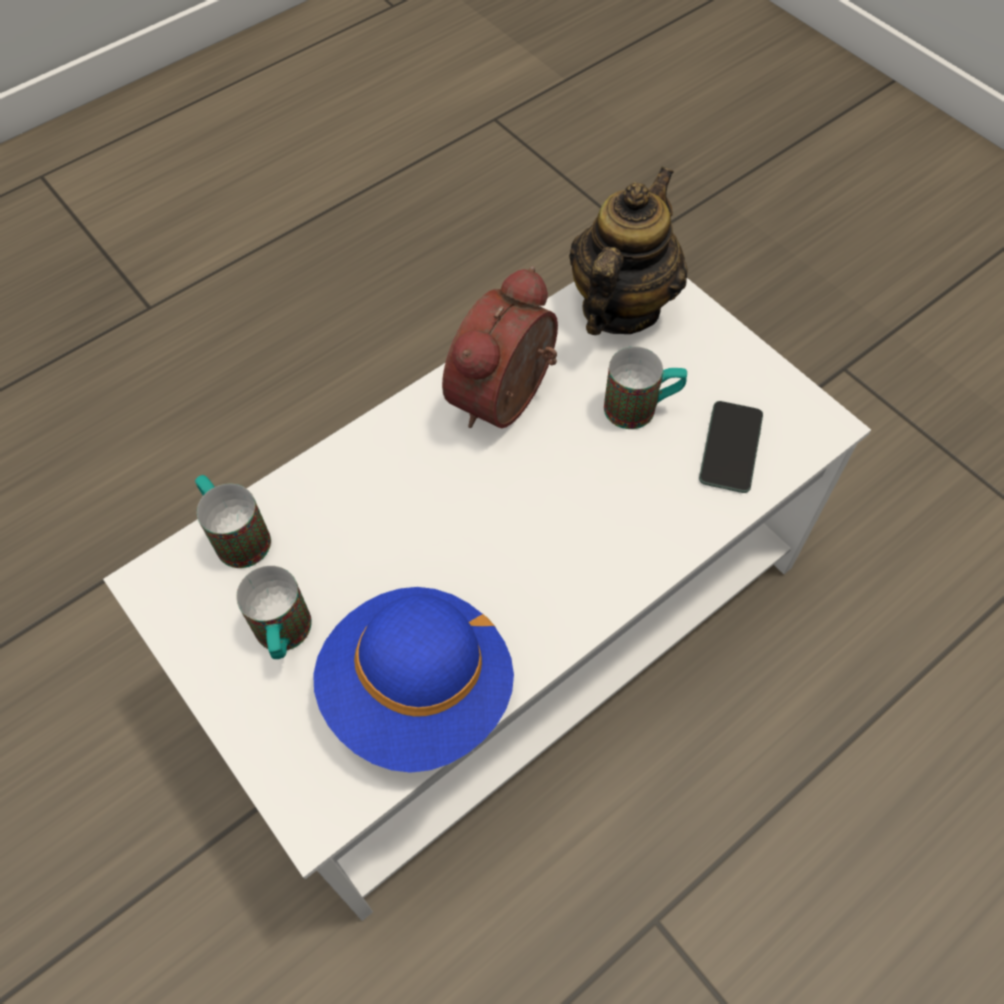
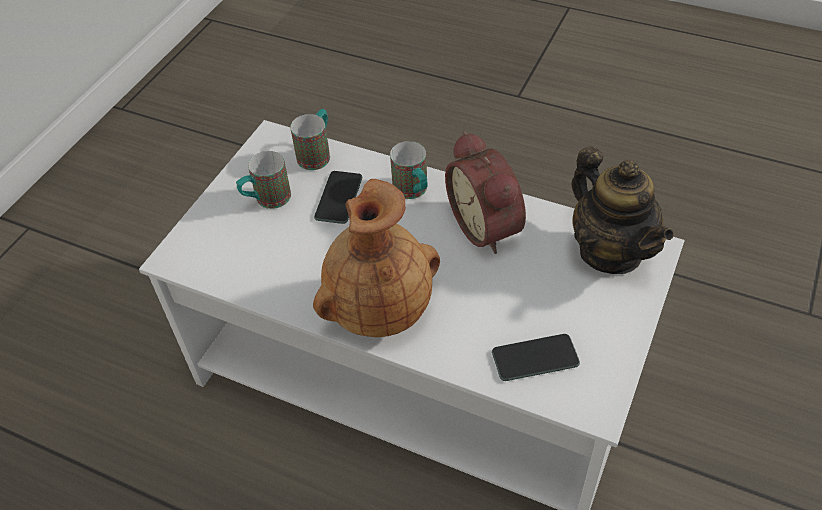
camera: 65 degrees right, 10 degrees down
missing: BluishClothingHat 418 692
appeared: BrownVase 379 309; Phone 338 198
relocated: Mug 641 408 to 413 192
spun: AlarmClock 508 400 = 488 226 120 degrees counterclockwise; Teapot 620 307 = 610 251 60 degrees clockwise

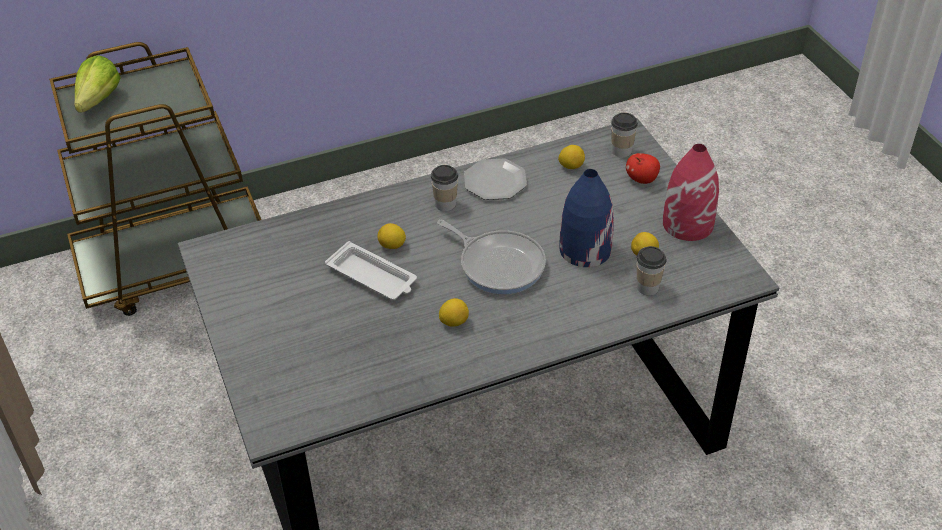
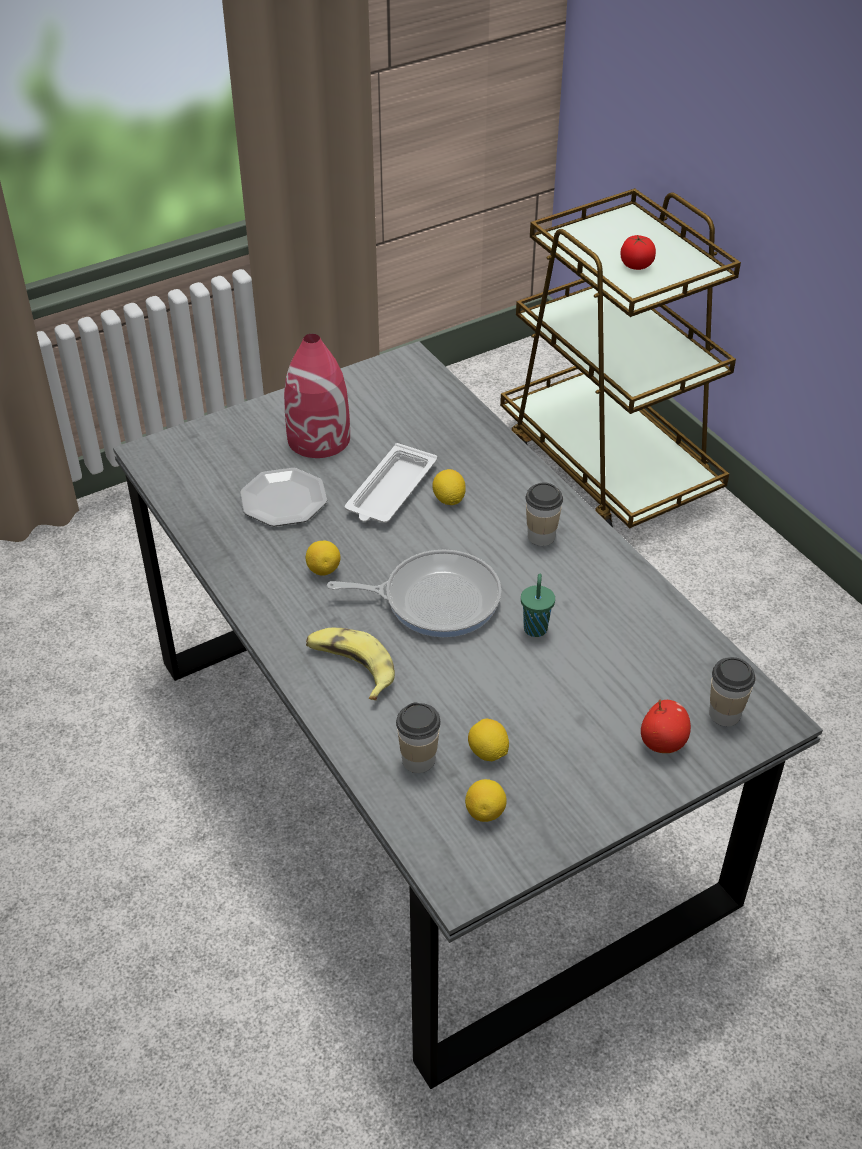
camera: 80 degrees right, 0 degrees up
missing: HeadOfLettuce 95 104; BluishVase 584 250
appeared: Banana 351 667; GreenColouredDrinkingCup 535 627; FreshTomato 636 265
relocated: Plate 495 181 to 284 500; RedVase 688 224 to 319 439; WholeLemon 571 166 to 485 812
spun: Pan 498 264 = 435 599 120 degrees counterclockwise

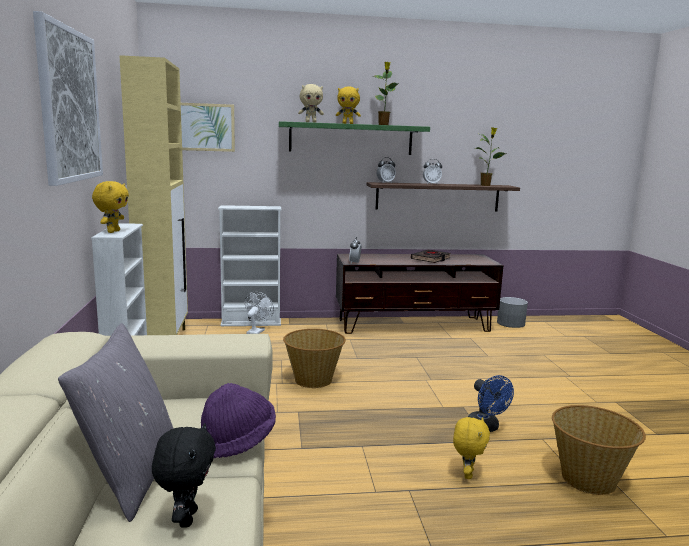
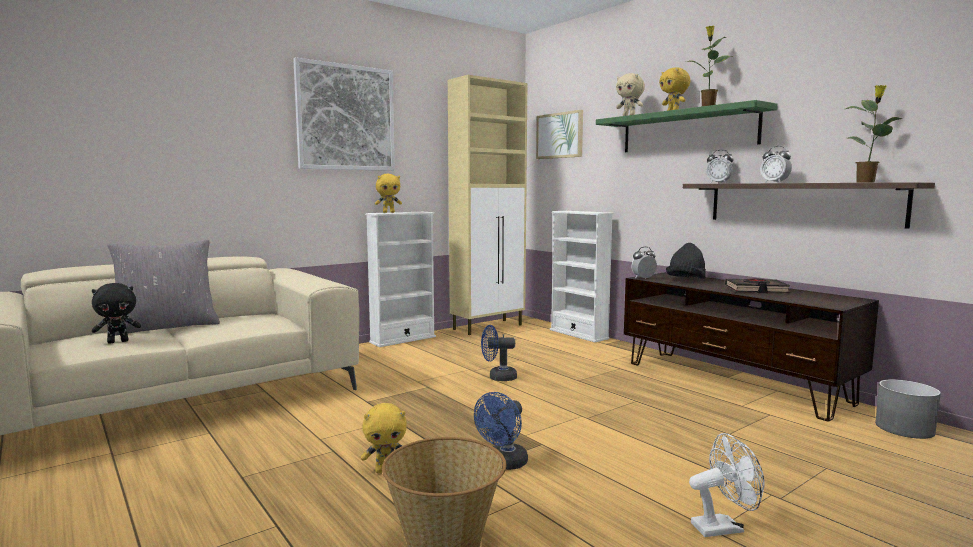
camera: 60 degrees right, 5 degrees down
missing: PurplishClothingHat 237 441
appeared: BlackishClothingHat 686 280
relocated: WhiteElectricFan 257 331 to 723 527
exchanged: StorageBasket 313 379 to BluishElectricFan 498 377

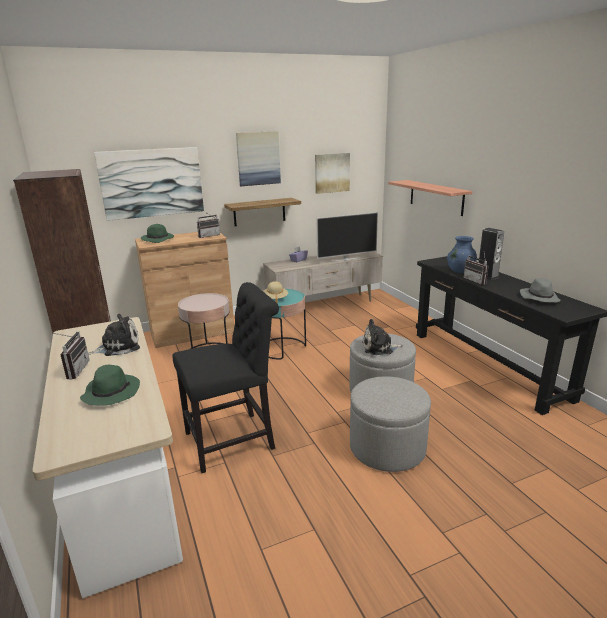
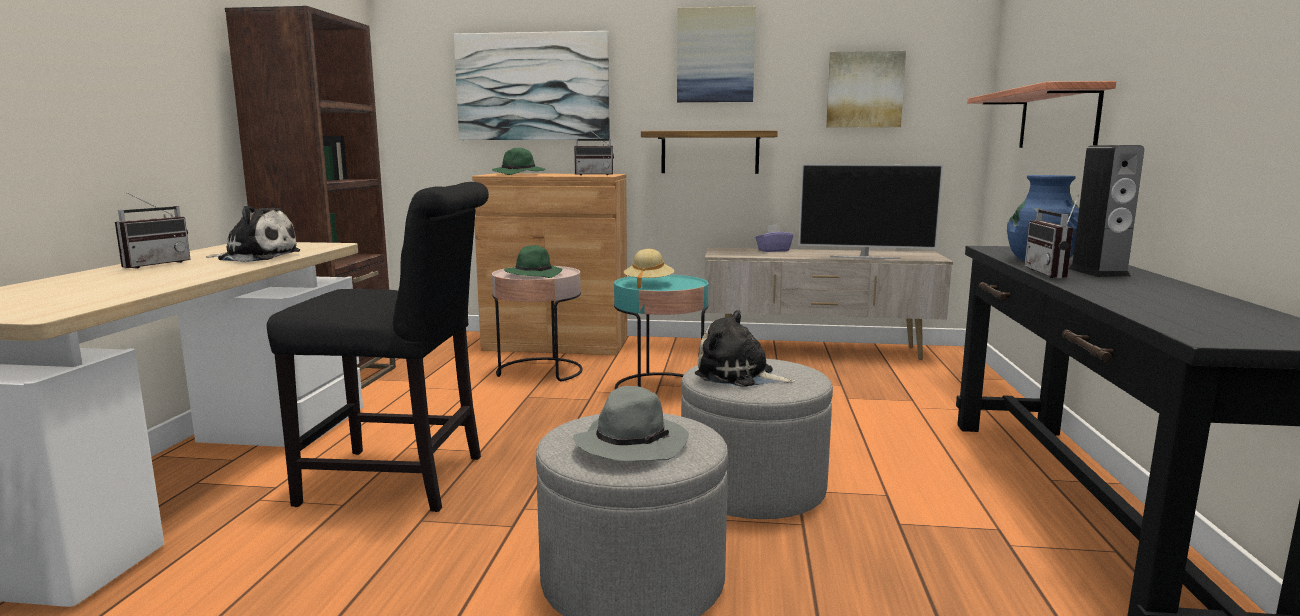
camera: 30 degrees right, 10 degrees down
relocated: GreenColouredClothingHat 111 392 to 534 274; GrayClothingHat 539 298 to 631 444

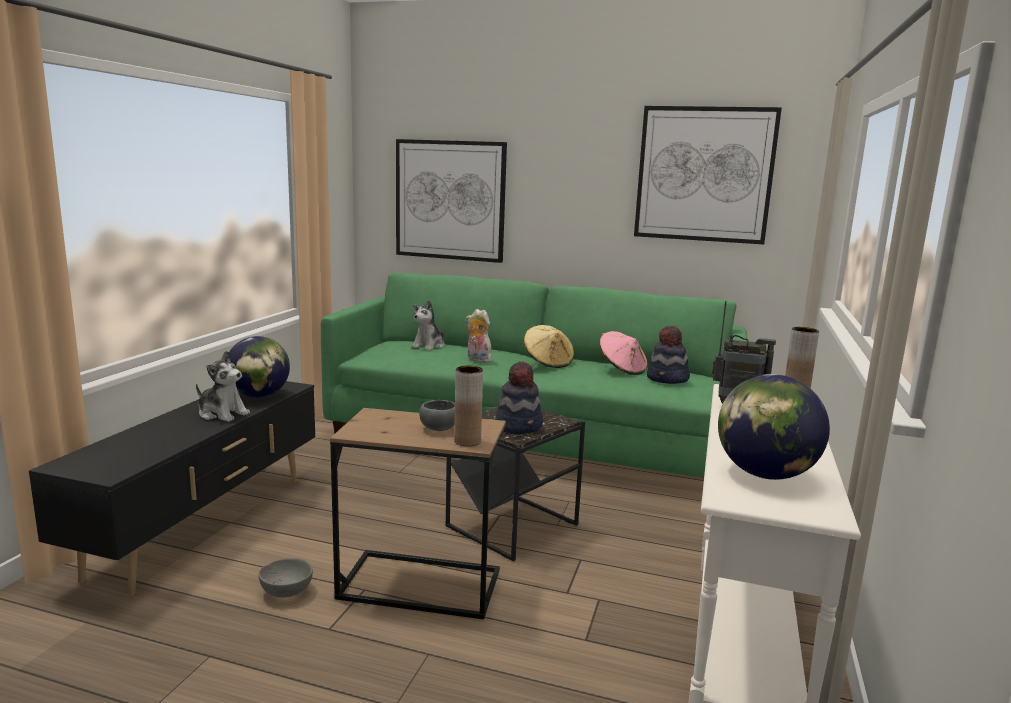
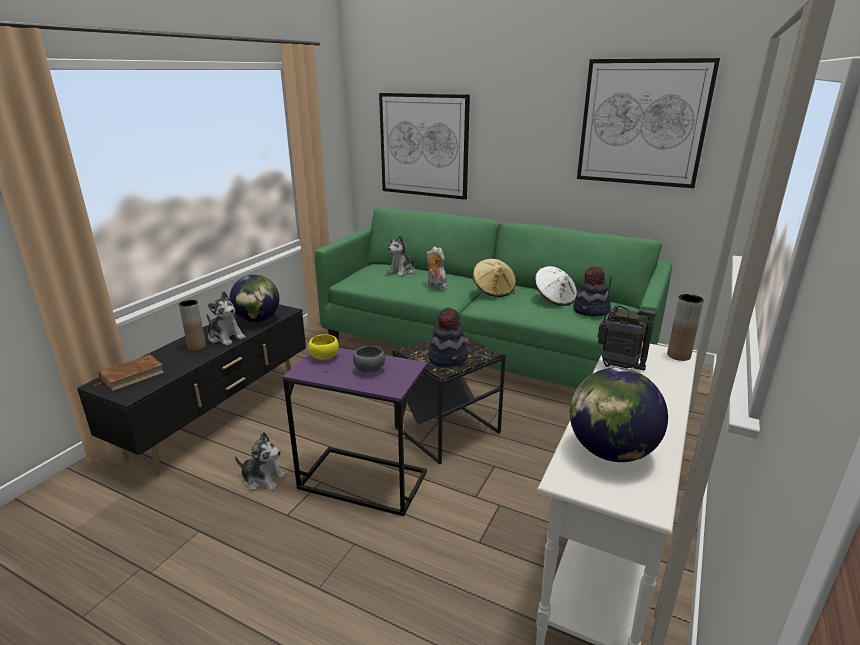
camera: 10 degrees right, 10 degrees up
appeared: BrownBook 132 375; YellowishServingBowl 325 357
relocated: BrownVase 467 441 to 197 347
exchanged: GrayServingBowl 285 591 to PlushToy 263 479
colour: BrownEndTable 419 584 to PurplishEndTable 362 480; PinkColouredClothingHat 622 369 to WhiteClothingHat 554 299

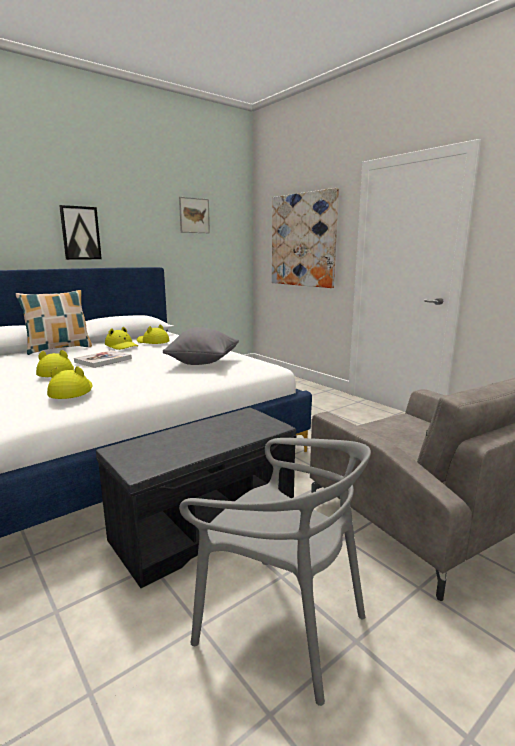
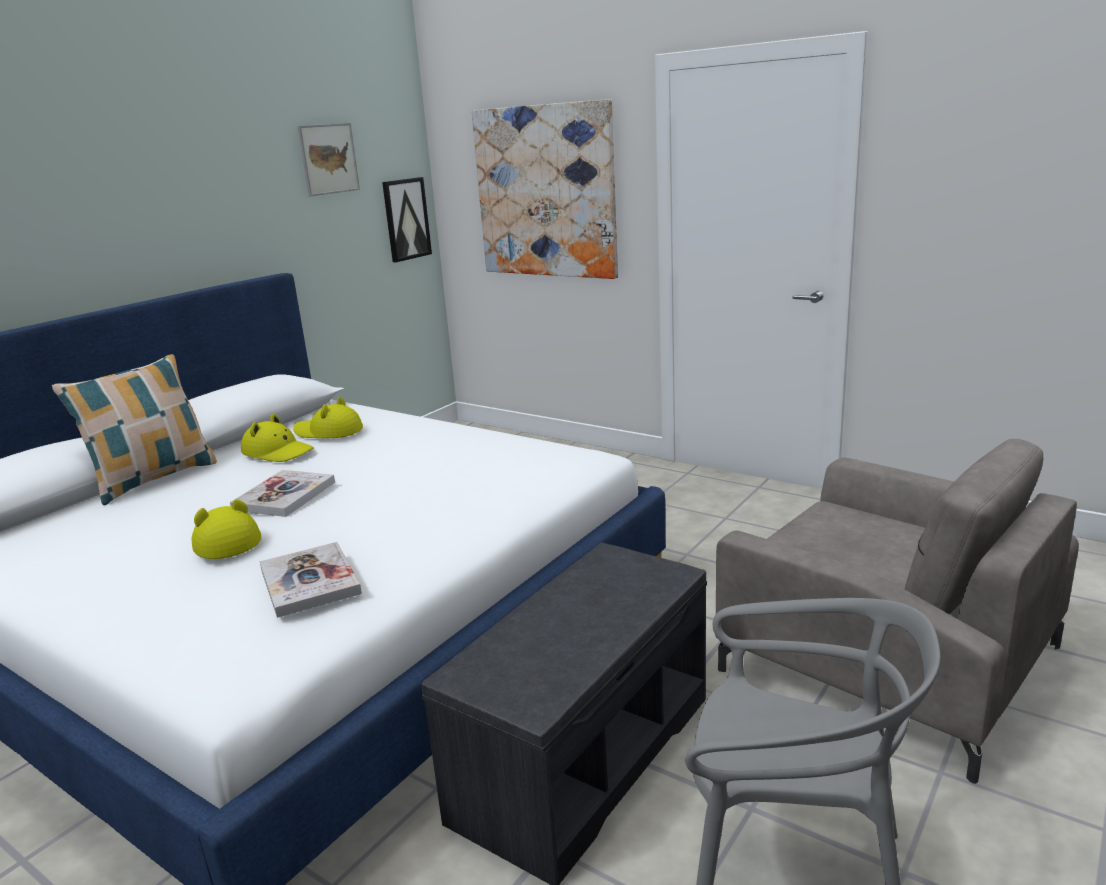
camera: 15 degrees left, 5 degrees up
missing: GrayCushion 203 363
relocated: Picture 80 233 to 406 219
exchanged: YellowishClothingHat 71 391 to Book 310 581

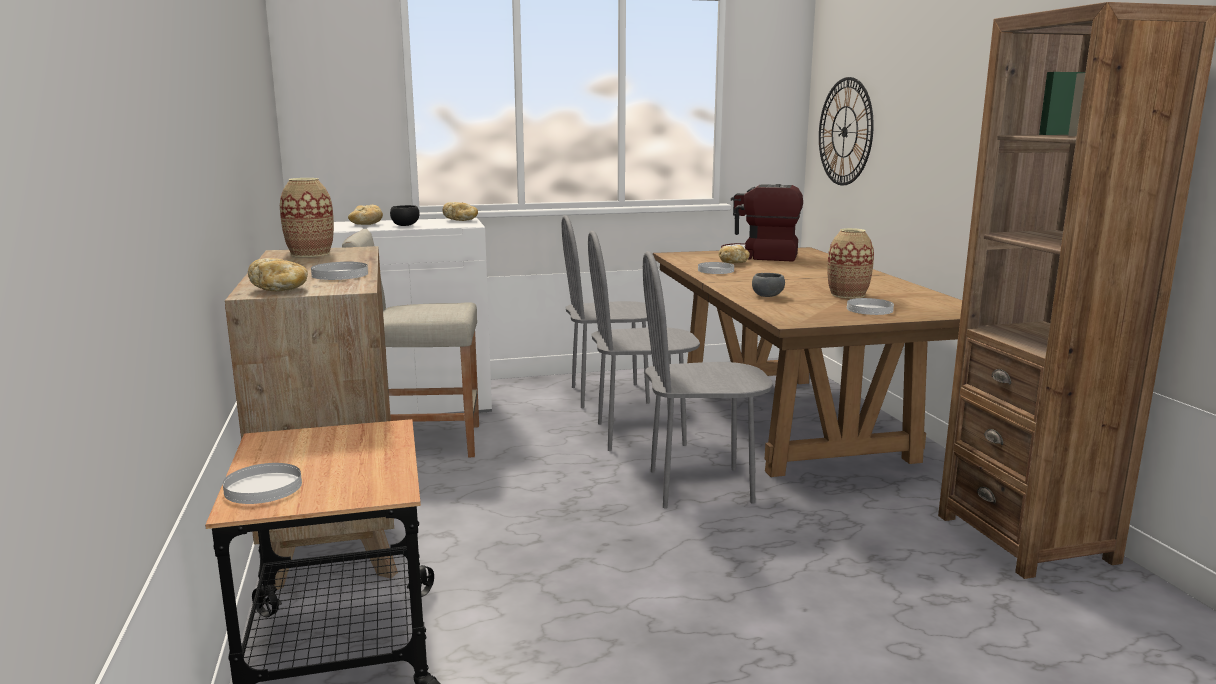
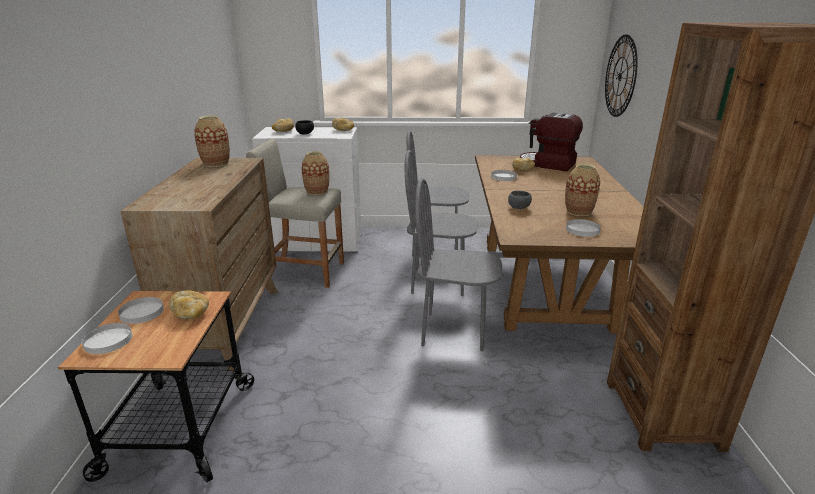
camera: 15 degrees right, 10 degrees up
appeared: Vase 317 192
relocated: WhitePlate 339 274 to 141 312; Bread 280 289 to 191 313

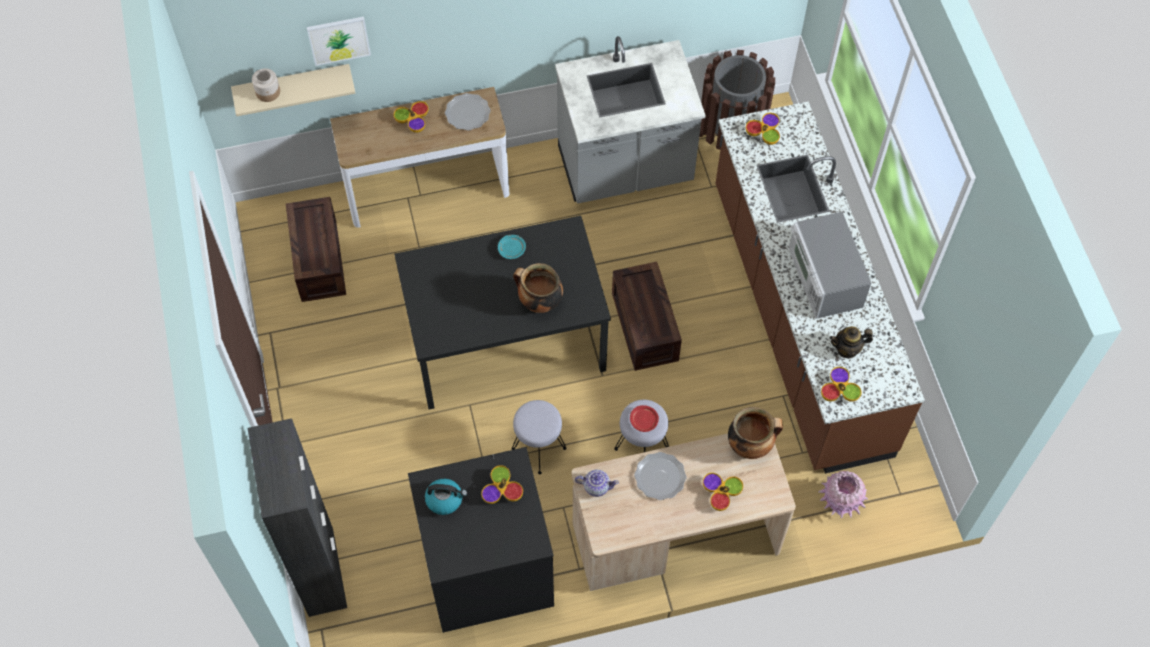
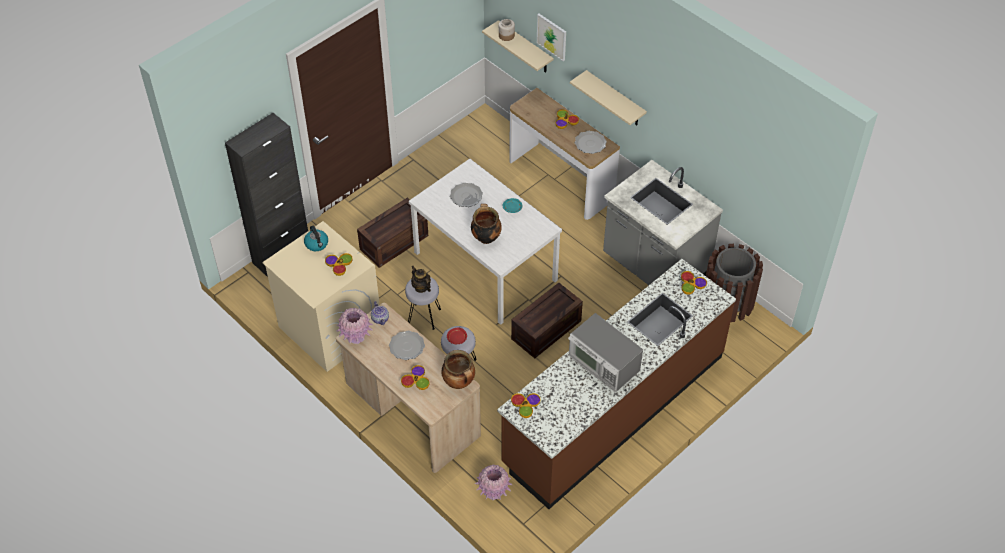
camera: 60 degrees right, 10 degrees down
appeared: PinkColouredVase 355 336; Plate 466 196; SandColouredWallShelf 615 99
relocated: Crate 317 259 to 394 241; Teapot 847 349 to 421 287
colour: BlackishLaundryMachine 486 570 to SandColouredLaundryMachine 329 328; BlackishDiningTable 506 339 to WhiteDiningTable 486 266
spun: MicrowaveOven 823 278 = 603 364 90 degrees counterclockwise

